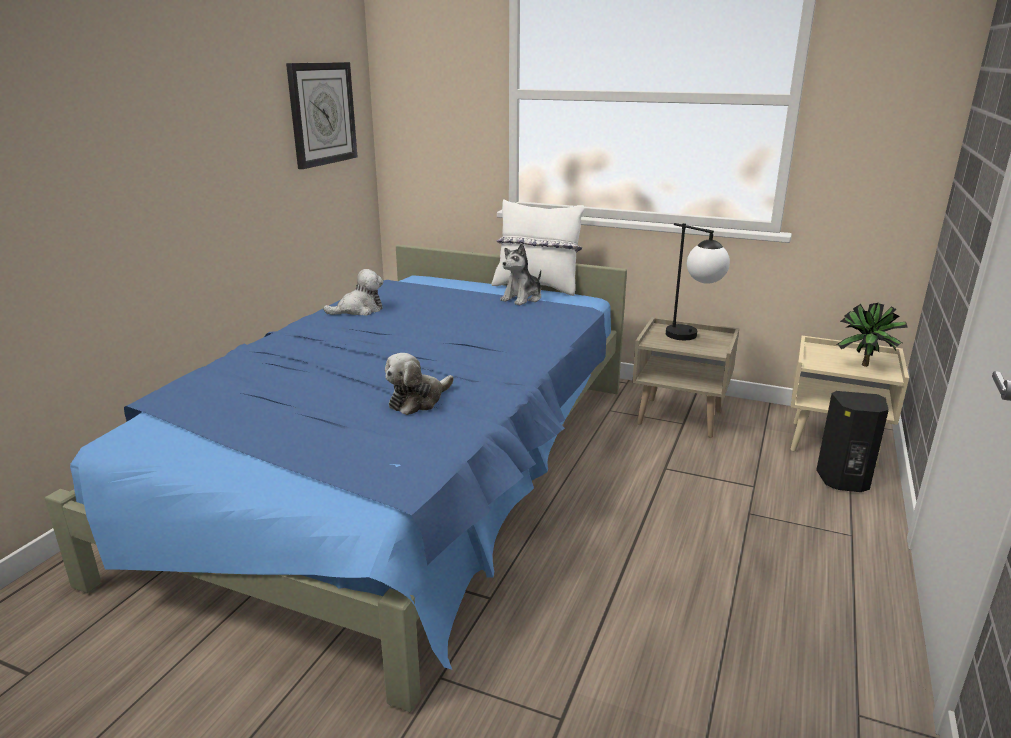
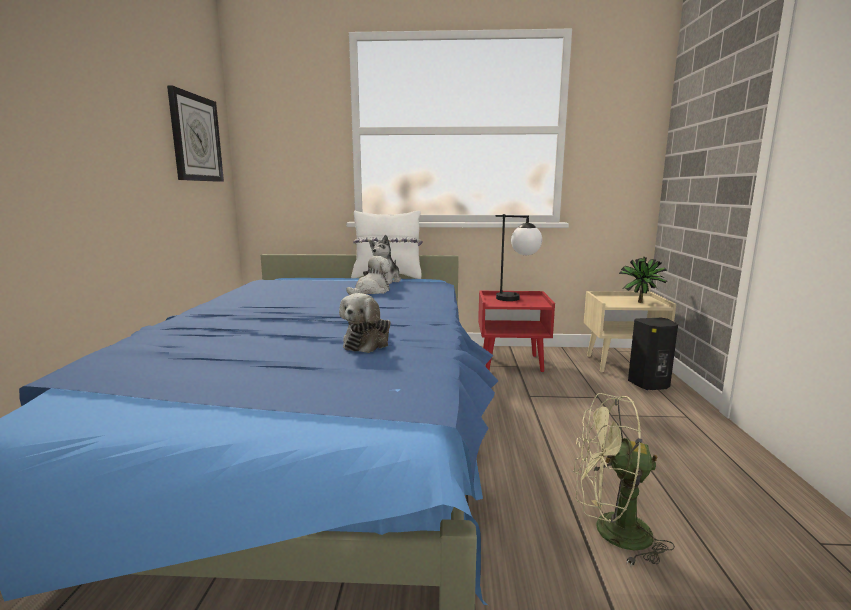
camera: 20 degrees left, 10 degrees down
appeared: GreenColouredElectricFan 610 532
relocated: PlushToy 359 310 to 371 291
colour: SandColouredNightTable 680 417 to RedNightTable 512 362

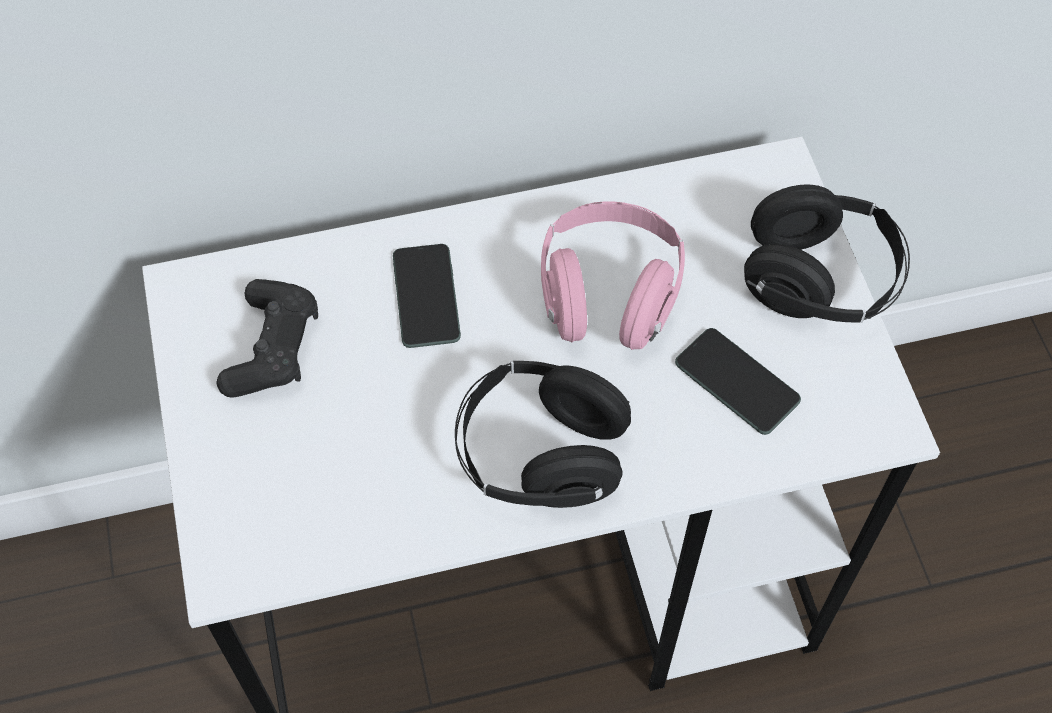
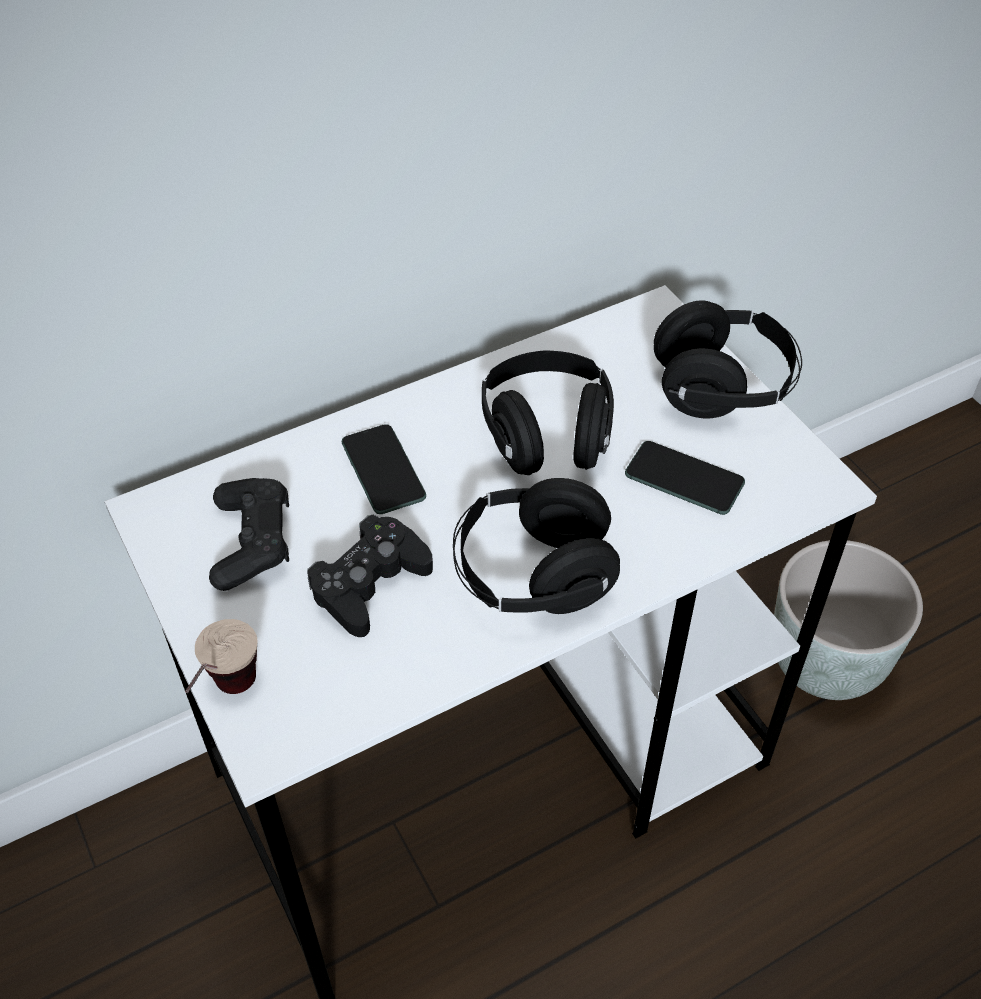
camera: 15 degrees left, 10 degrees down
appeared: DrinkingCup 227 698; BlackishJoypad 369 583; GrayPlantPot 826 661
colour: PinkColouredHeadset 609 296 to BlackishHeadset 547 436

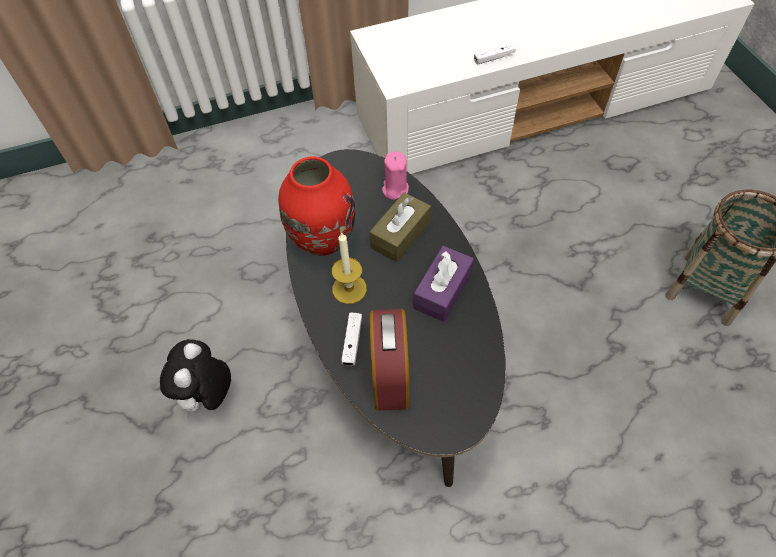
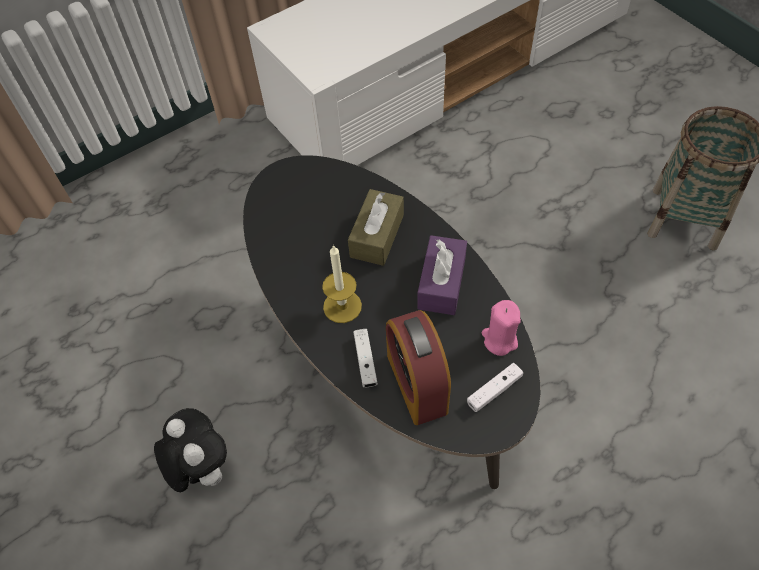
camera: 15 degrees left, 0 degrees up
missing: RedVase 322 239
relocated: WhiteJoypad 493 58 to 494 390; PinkColouredWaxCandle 395 189 to 499 339
spun: PlushToy 207 396 = 201 468 150 degrees clockwise

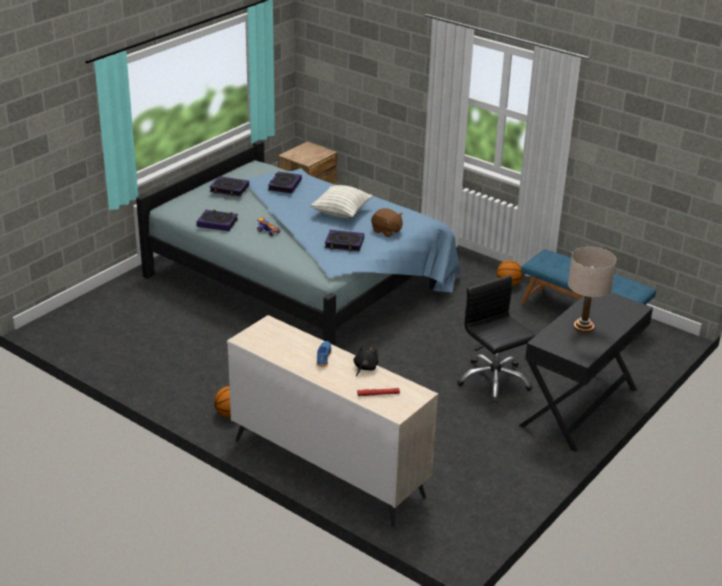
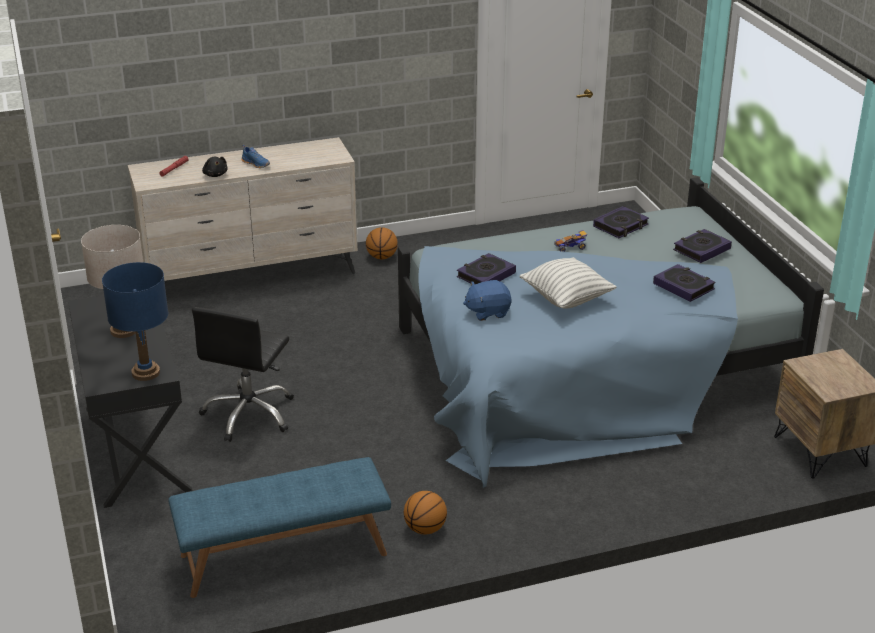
camera: 125 degrees right, 0 degrees up
appeared: BluishLampForATable 145 373
colour: BrownPlushToy 386 231 to BluishPlushToy 487 312
spun: BlackishDeskChair 493 380 = 249 414 105 degrees clockwise

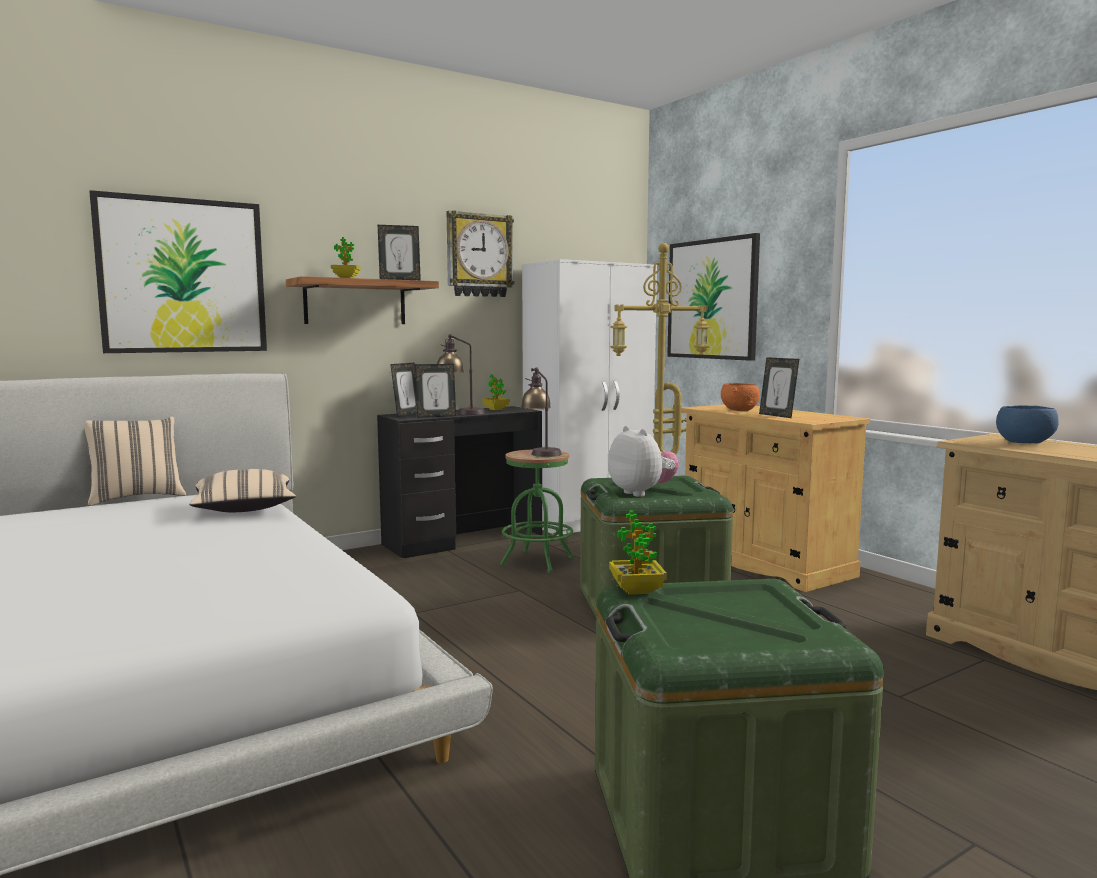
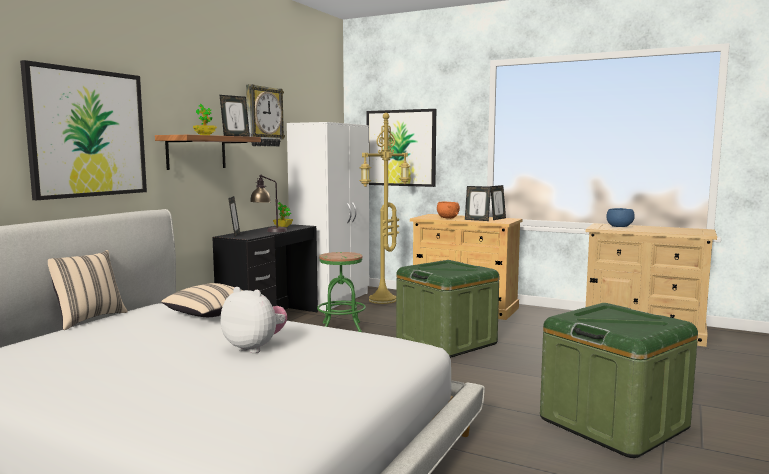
camera: 30 degrees left, 0 degrees up
missing: LampForATable 541 452; Houseplant 637 590
relocated: PlushToy 641 493 to 255 347; PhotoFrame 436 416 to 497 219

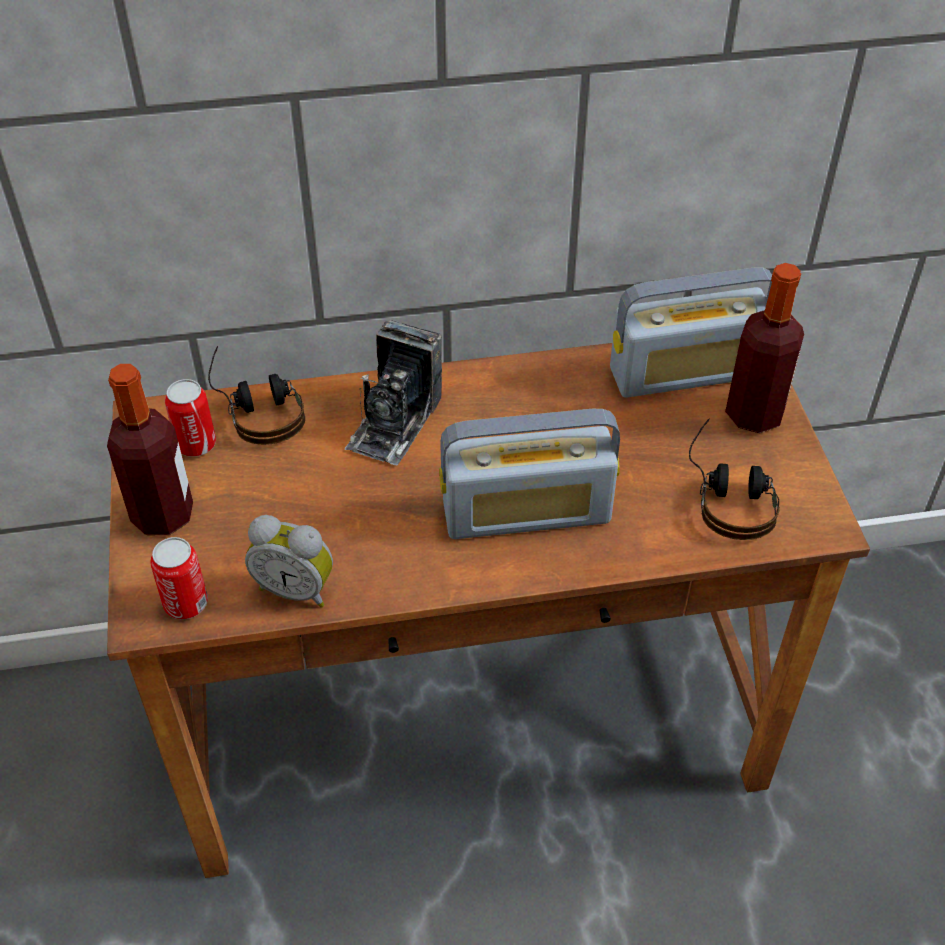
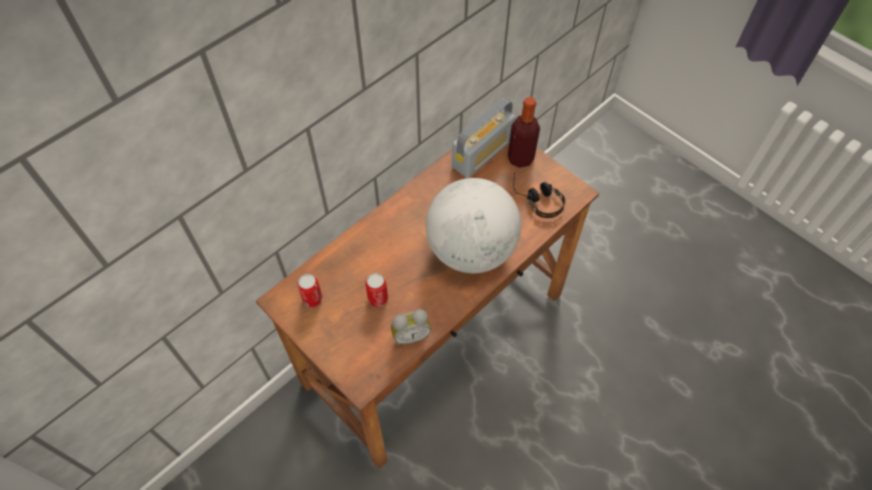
camera: 35 degrees left, 10 degrees up
missing: Bottle 163 515; Headset 258 407; StillCamera 395 422
relocated: Can 186 603 to 378 298
exchanged: RadioReceiver 527 512 to DeskGlobe 471 250

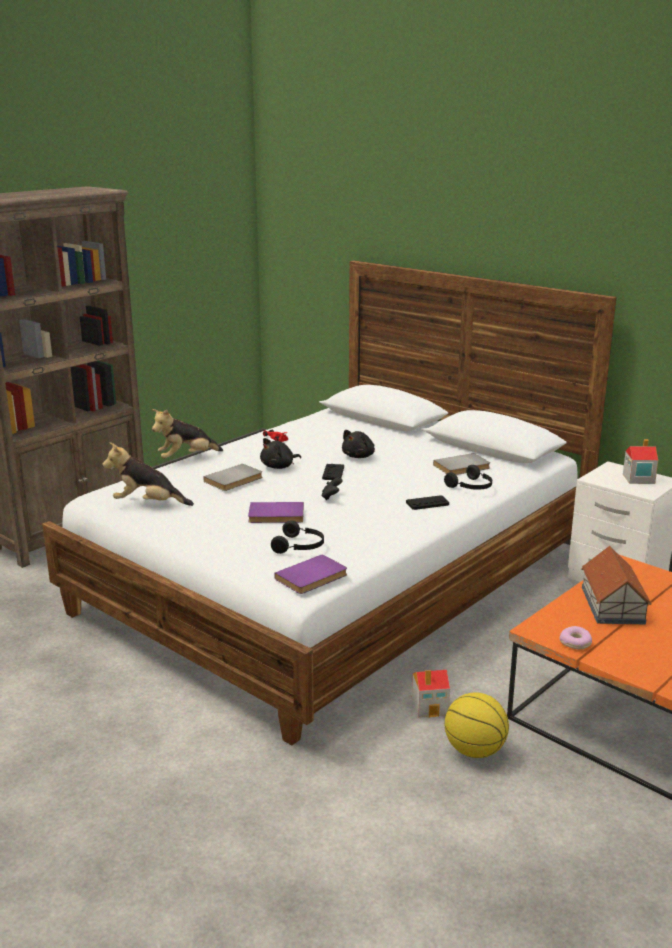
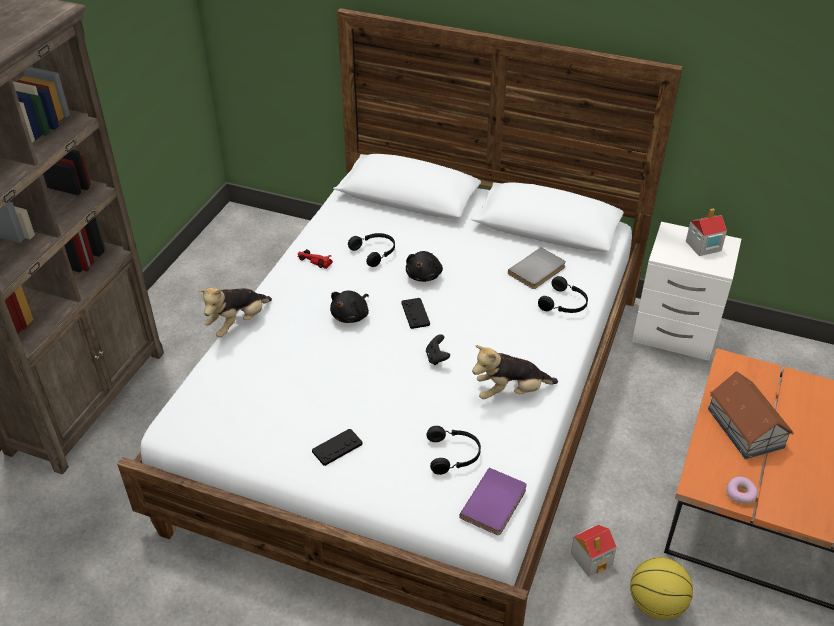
camera: 20 degrees left, 20 degrees up
missing: GrayBook 235 480; PurplishBook 276 516
appeared: BlackishHeadset 375 252
relocated: BlackishJoypad 427 503 to 337 448; PlushToy 148 504 to 510 392

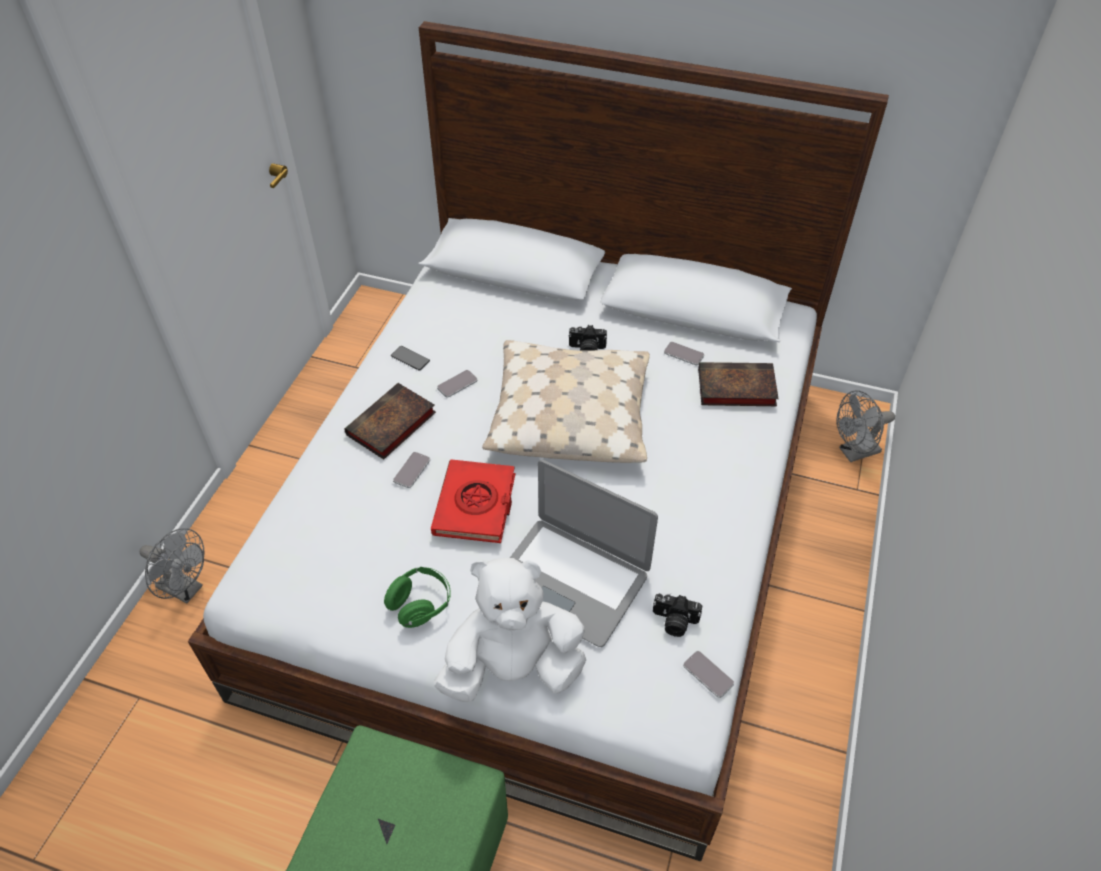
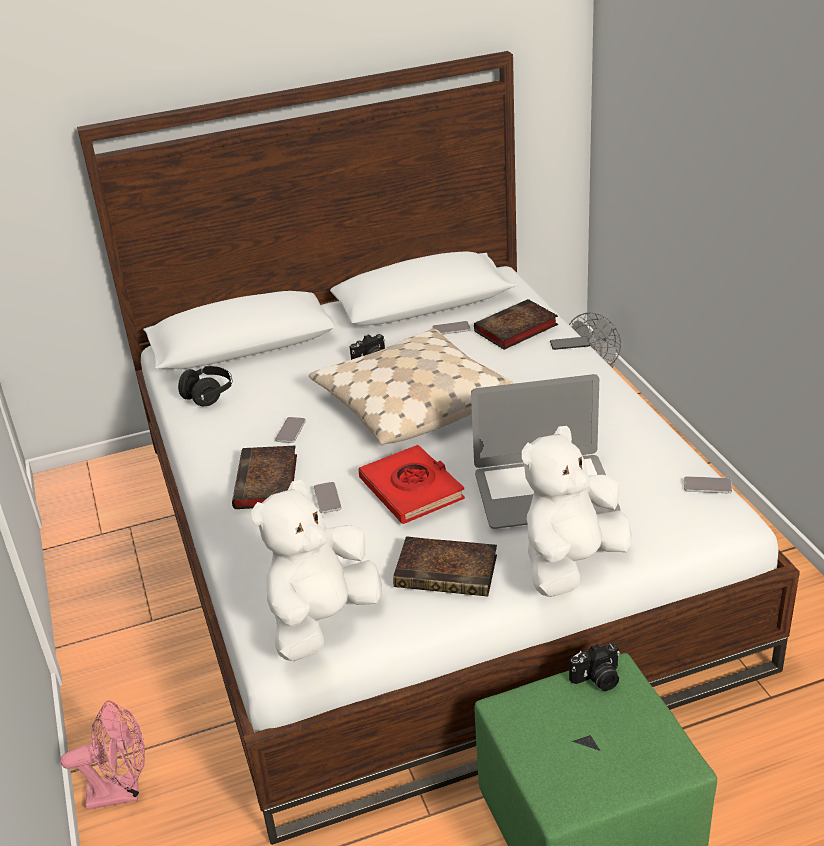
camera: 35 degrees left, 15 degrees down
appeared: BlackishHeadset 208 395; WhitePlushToy 322 621
relocated: Phone 410 359 to 569 344; StillCamera 674 622 to 597 679
exchanged: GreenColouredHeadset 420 605 to Book 449 571
colour: GrayElectricFan 186 589 to PinkColouredElectricFan 122 791

